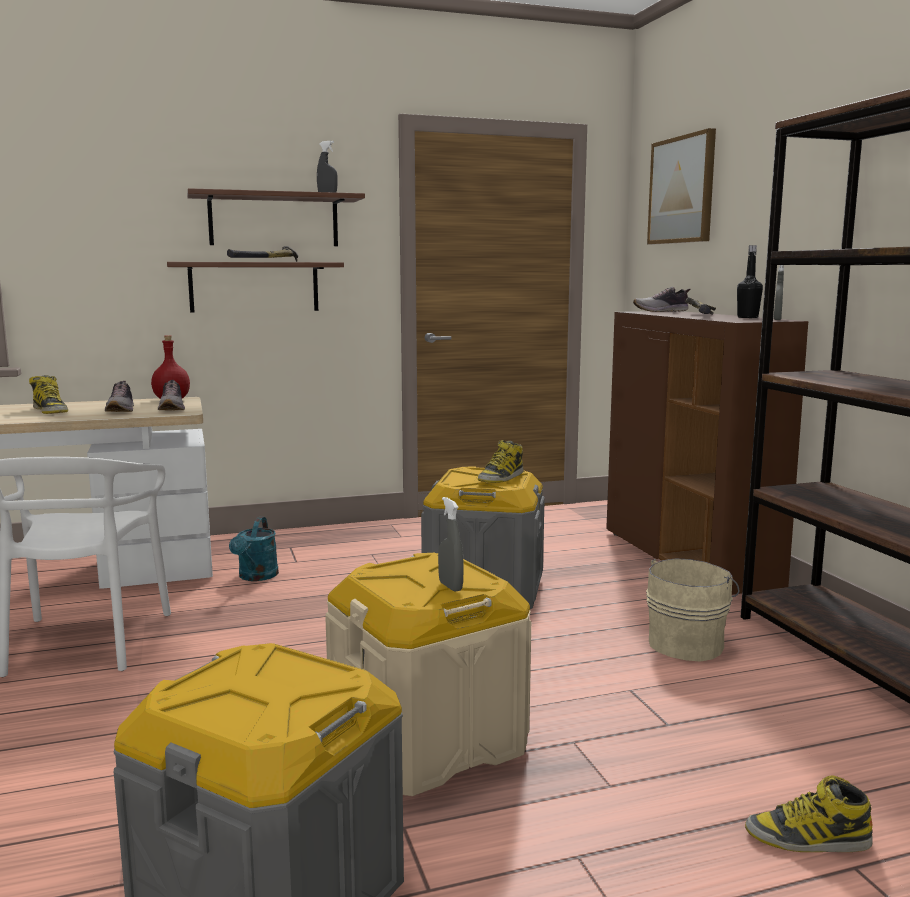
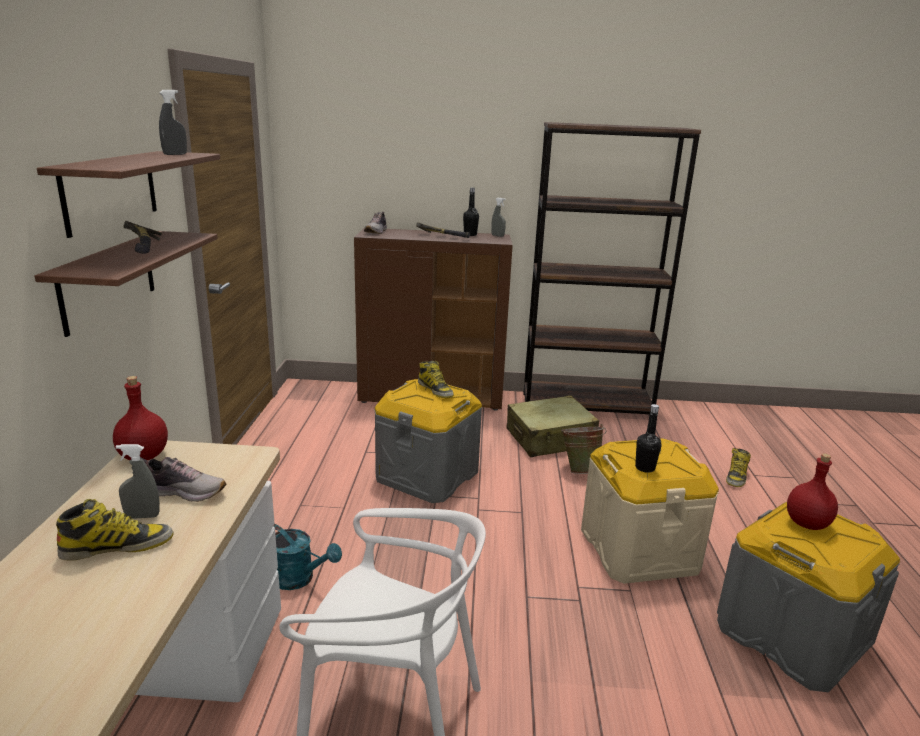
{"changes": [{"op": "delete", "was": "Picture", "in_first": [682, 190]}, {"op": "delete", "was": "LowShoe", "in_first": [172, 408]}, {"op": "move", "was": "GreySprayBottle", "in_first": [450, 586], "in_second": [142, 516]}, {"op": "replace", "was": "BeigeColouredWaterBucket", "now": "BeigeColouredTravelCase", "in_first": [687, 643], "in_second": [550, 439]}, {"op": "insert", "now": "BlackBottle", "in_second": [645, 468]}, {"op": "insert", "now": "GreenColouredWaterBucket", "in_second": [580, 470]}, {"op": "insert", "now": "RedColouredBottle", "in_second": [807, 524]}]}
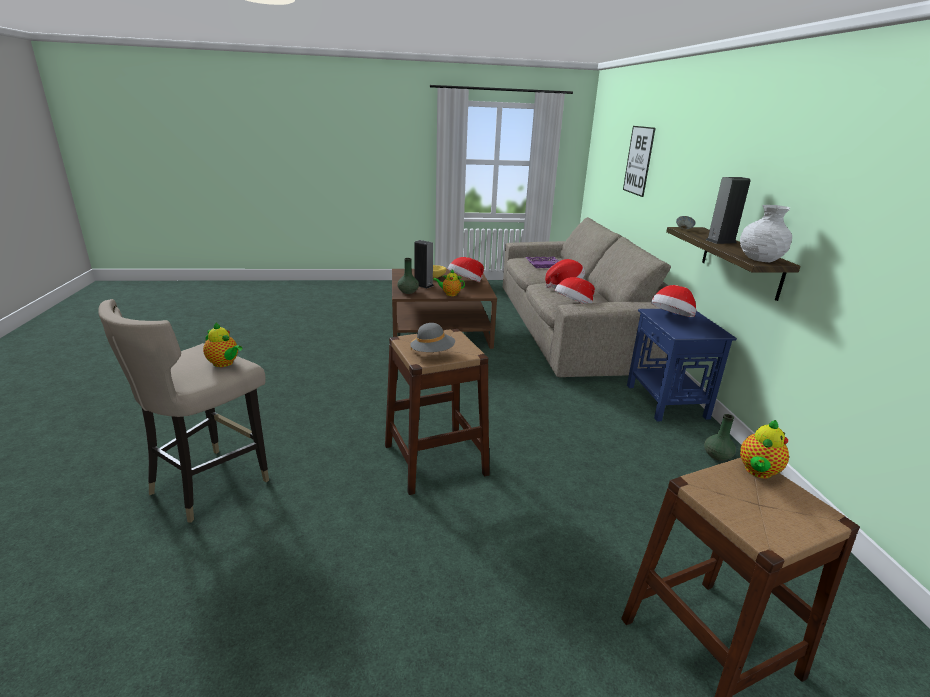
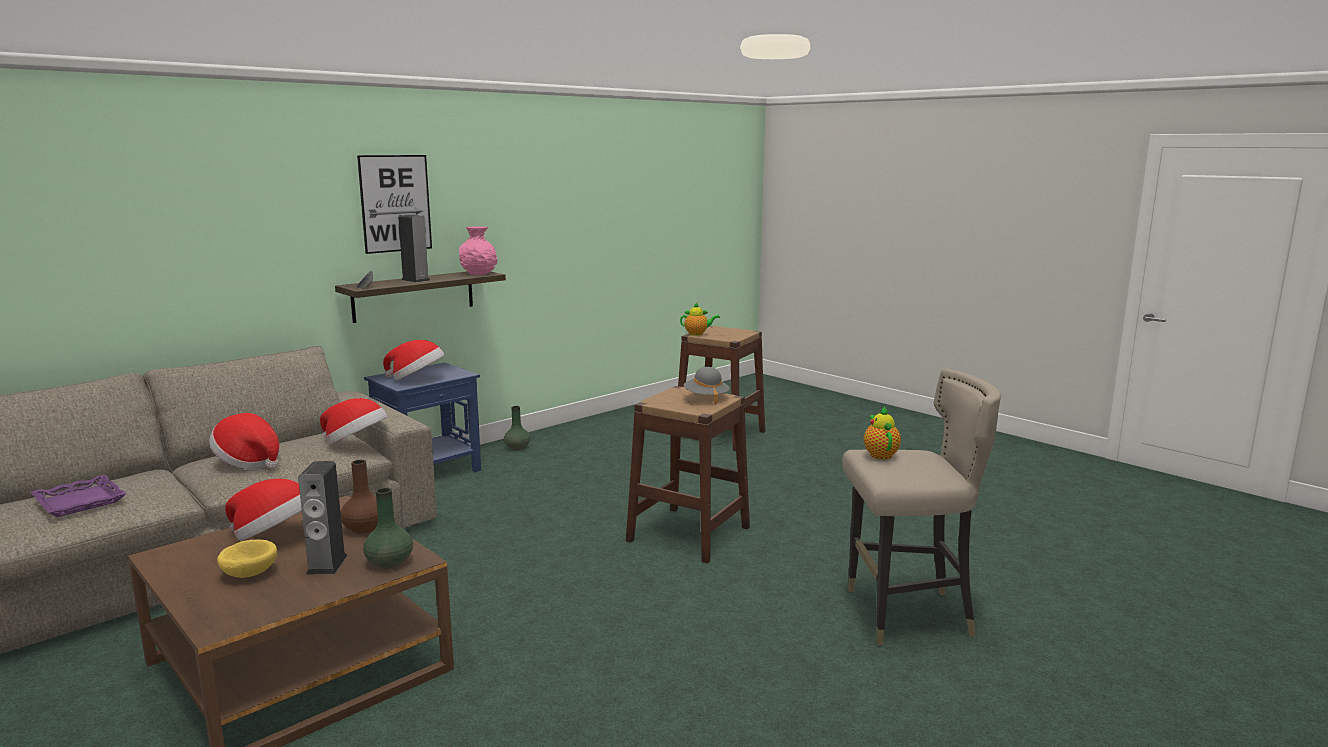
{"changes": [{"op": "move", "was": "Picture", "in_first": [638, 160], "in_second": [395, 203]}, {"op": "recolor", "was": "WhiteFlowerVase", "now": "PinkColouredFlowerVase", "in_first": [759, 259], "in_second": [479, 273]}, {"op": "replace", "was": "Teapot", "now": "BrownishFlowerVase", "in_first": [450, 294], "in_second": [364, 528]}]}
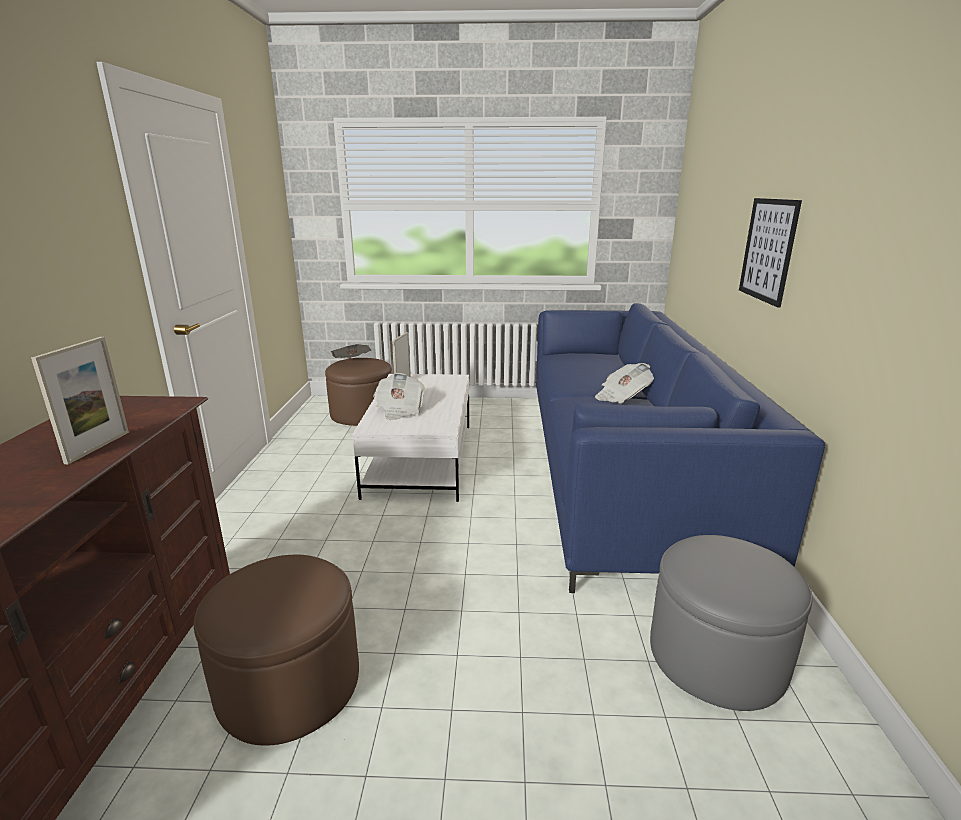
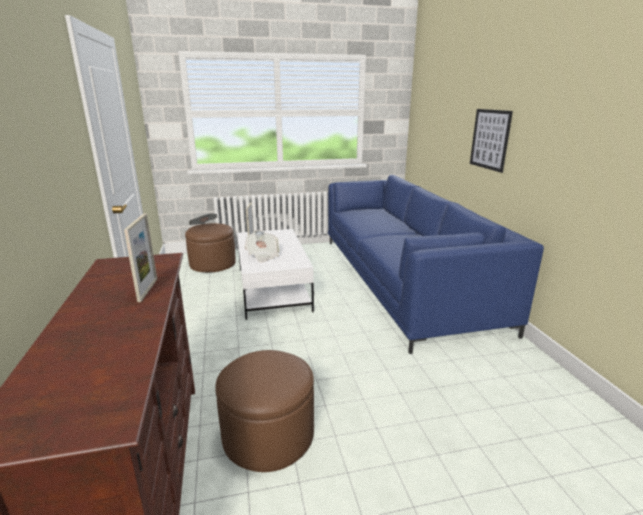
{"changes": [{"op": "delete", "was": "DailyPaper", "in_first": [622, 397]}, {"op": "delete", "was": "GreyPouffe", "in_first": [717, 656]}]}
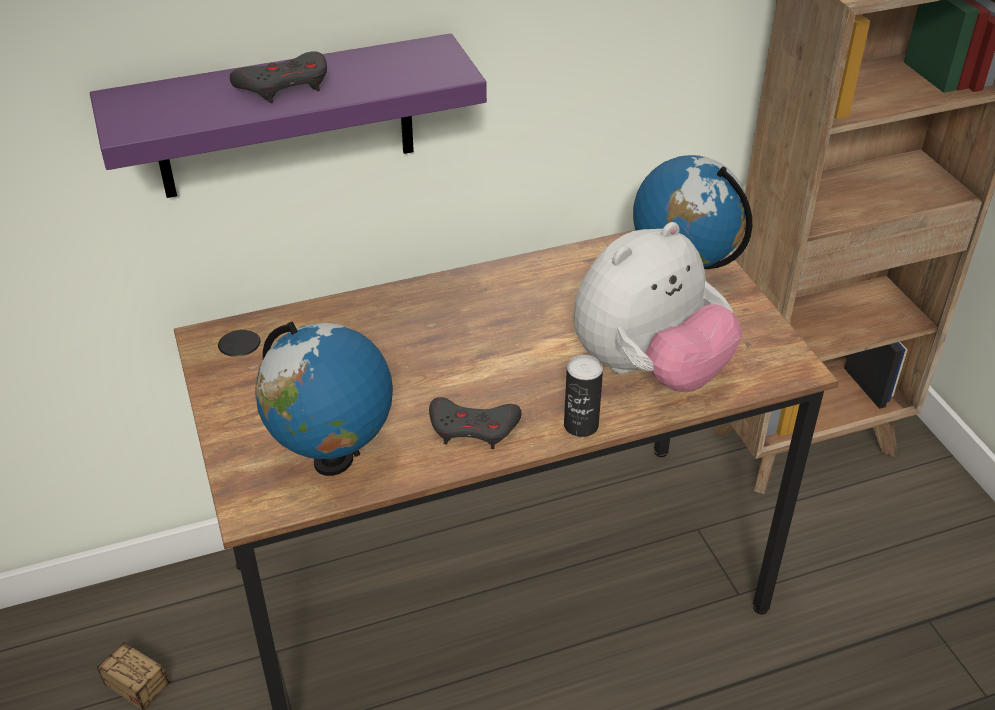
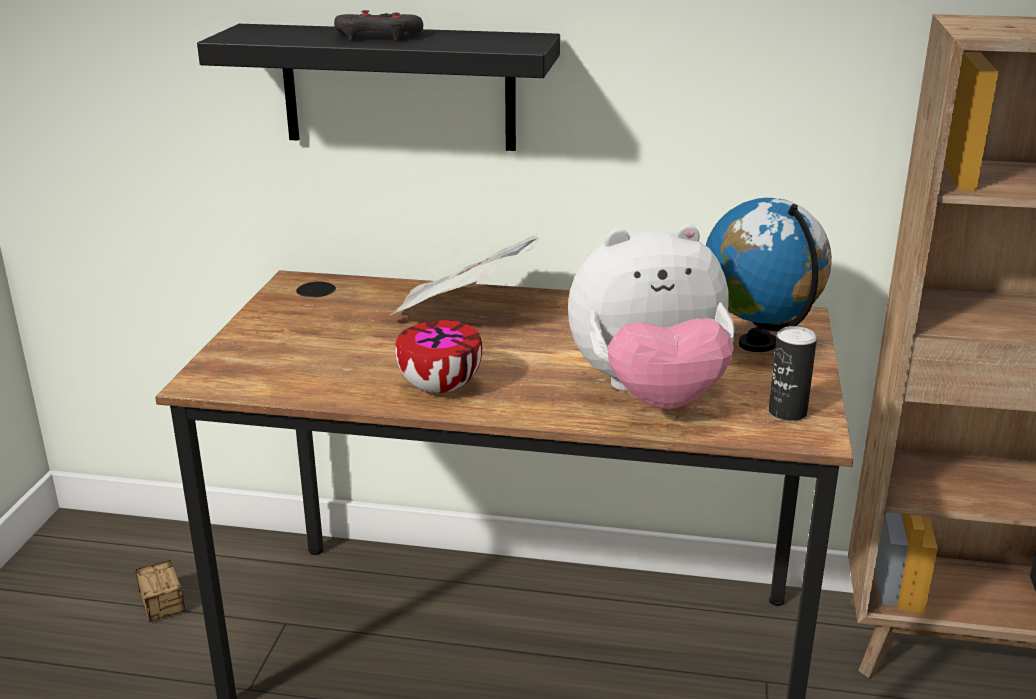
{"changes": [{"op": "recolor", "was": "PurpleWallShelf", "now": "BlackWallShelf", "in_first": [285, 118], "in_second": [398, 87]}, {"op": "delete", "was": "Globe", "in_first": [333, 461]}, {"op": "move", "was": "Can", "in_first": [581, 425], "in_second": [787, 412]}, {"op": "replace", "was": "GreyGameController", "now": "ServingBowl", "in_first": [473, 427], "in_second": [437, 387]}, {"op": "insert", "now": "DailyPaper", "in_second": [463, 313]}]}
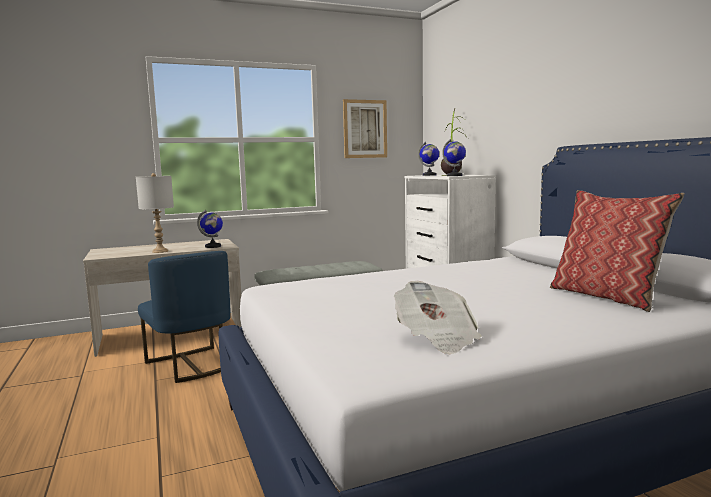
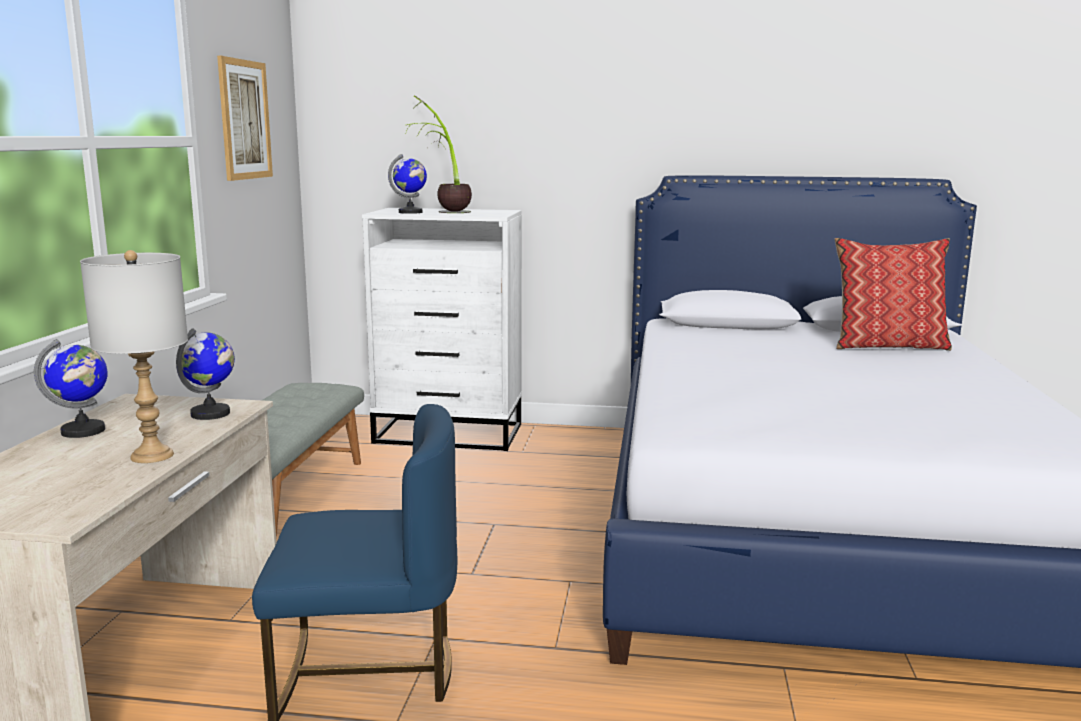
{"changes": [{"op": "move", "was": "Globe", "in_first": [454, 176], "in_second": [83, 431]}, {"op": "delete", "was": "DailyPaper", "in_first": [436, 338]}]}
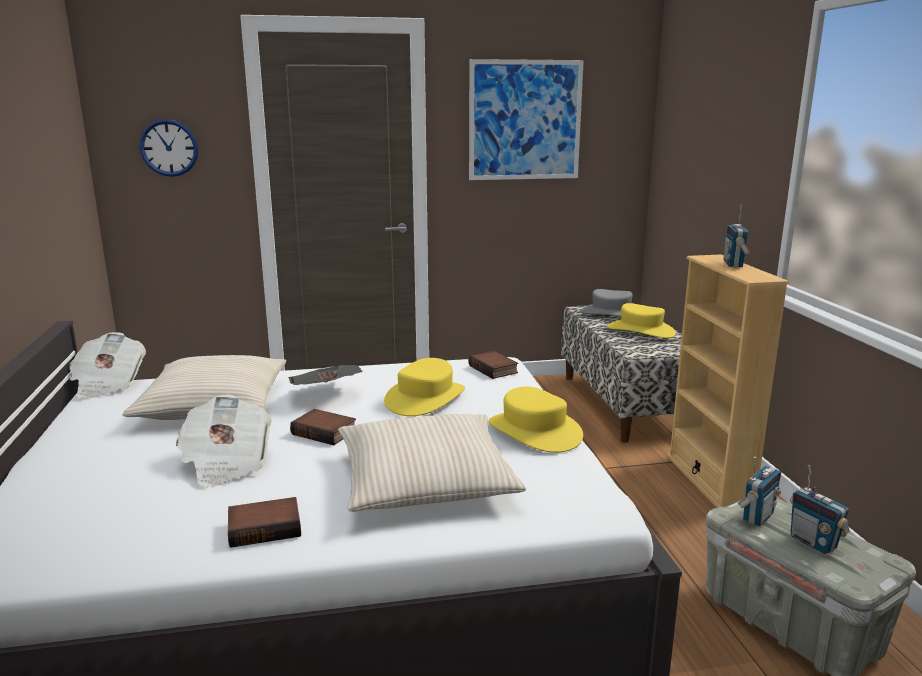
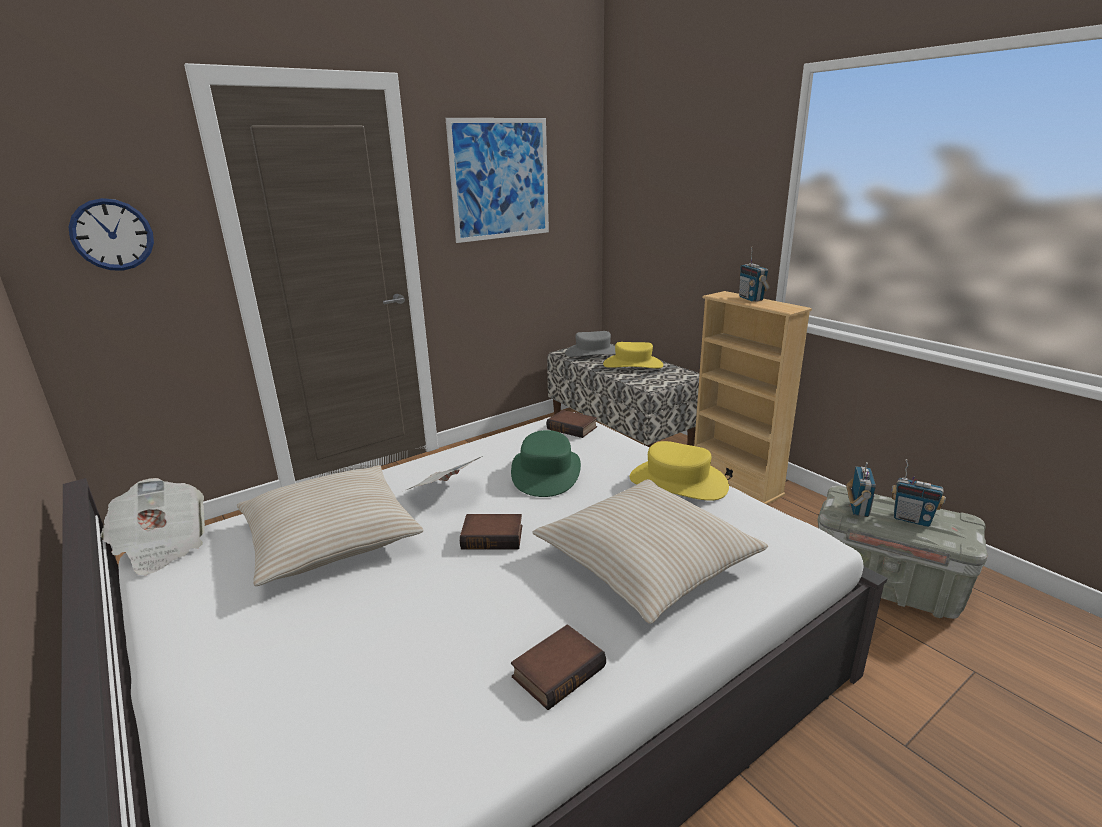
{"changes": [{"op": "recolor", "was": "YellowHat", "now": "GreenColouredHat", "in_first": [425, 398], "in_second": [546, 472]}, {"op": "delete", "was": "DailyPaper", "in_first": [226, 463]}]}
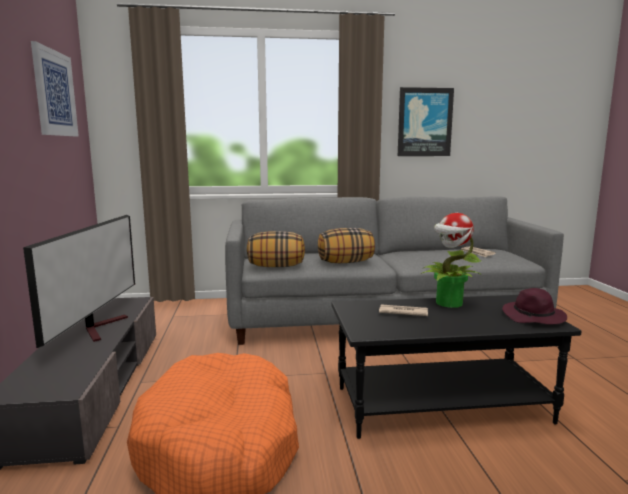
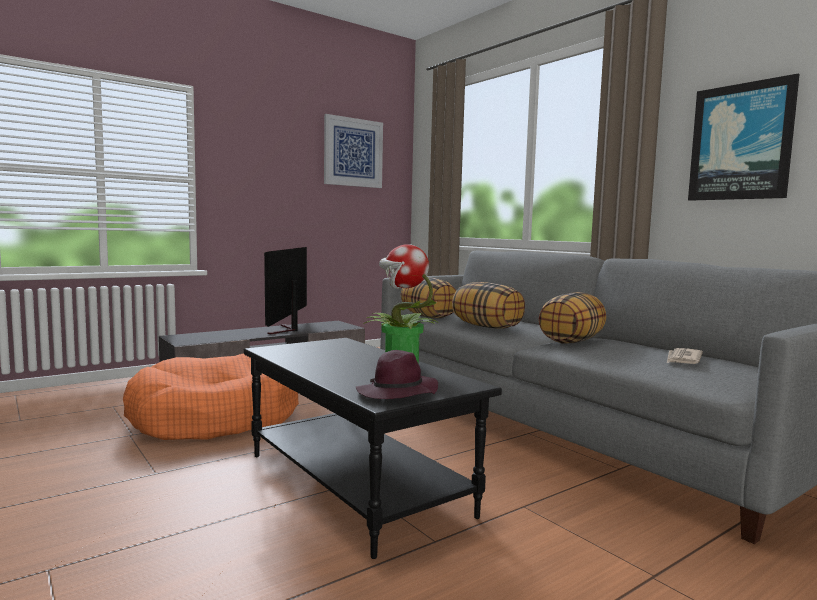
{"changes": [{"op": "rotate", "was": "TvSet", "in_first": [100, 327], "in_second": [286, 330], "clockwise": 120}, {"op": "delete", "was": "DailyPaper", "in_first": [402, 312]}, {"op": "insert", "now": "Pillow", "in_second": [572, 342]}]}
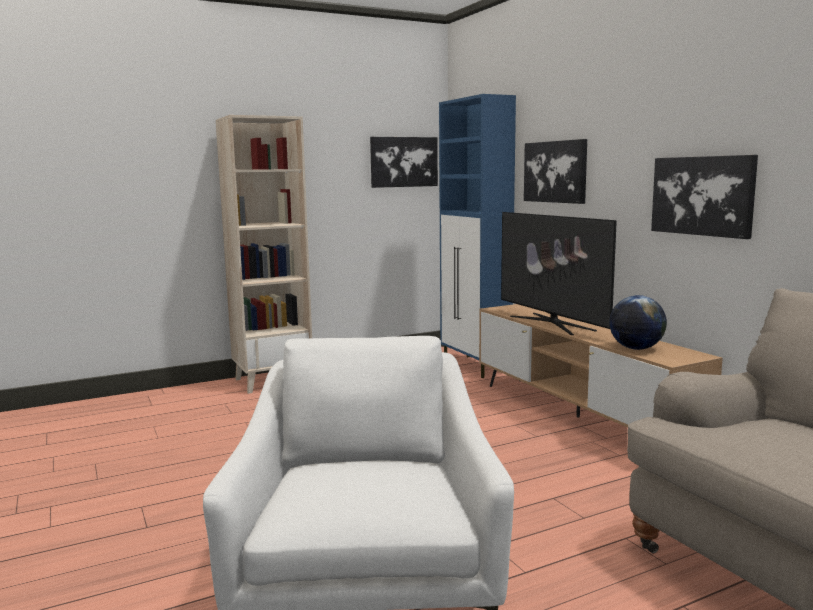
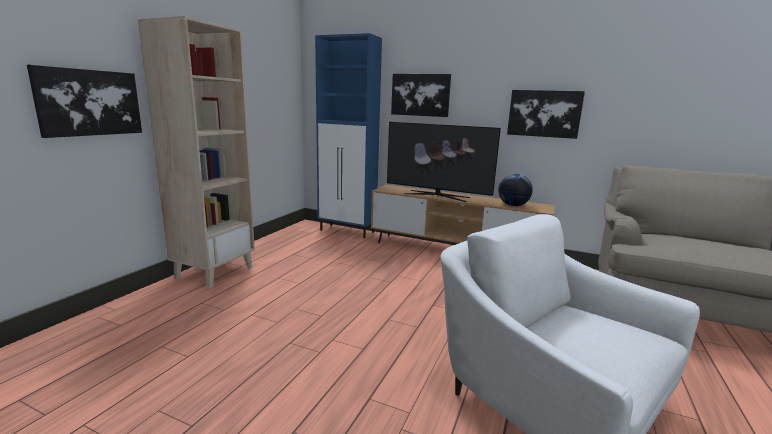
{"changes": [{"op": "move", "was": "Picture", "in_first": [403, 162], "in_second": [89, 102]}]}
